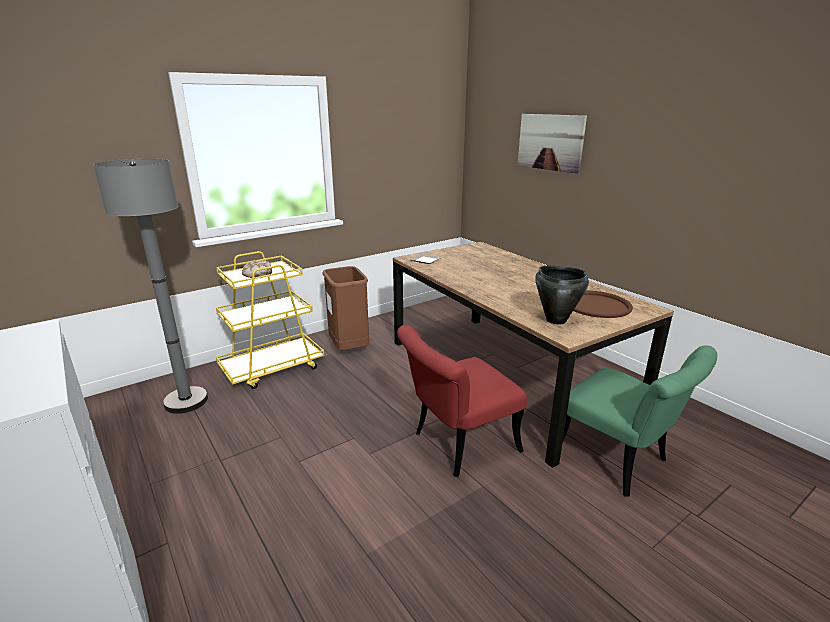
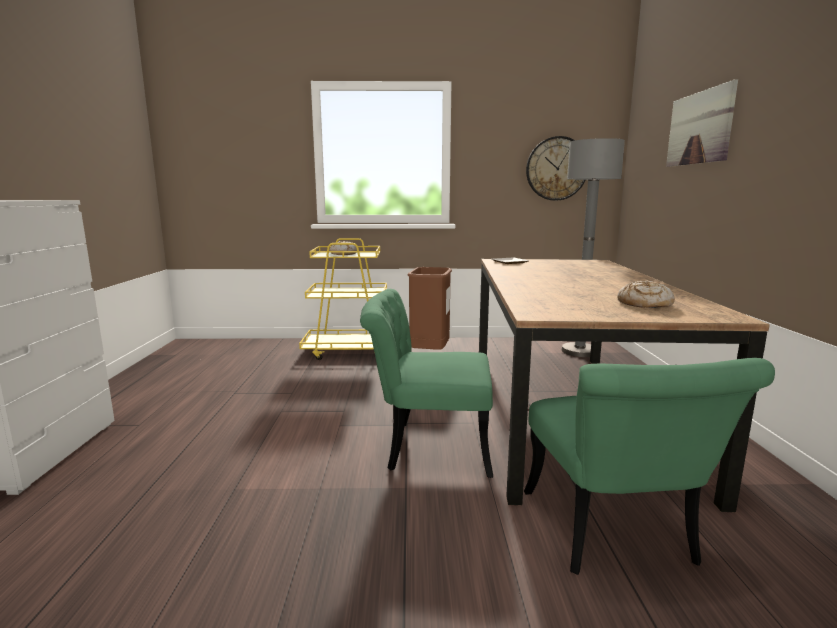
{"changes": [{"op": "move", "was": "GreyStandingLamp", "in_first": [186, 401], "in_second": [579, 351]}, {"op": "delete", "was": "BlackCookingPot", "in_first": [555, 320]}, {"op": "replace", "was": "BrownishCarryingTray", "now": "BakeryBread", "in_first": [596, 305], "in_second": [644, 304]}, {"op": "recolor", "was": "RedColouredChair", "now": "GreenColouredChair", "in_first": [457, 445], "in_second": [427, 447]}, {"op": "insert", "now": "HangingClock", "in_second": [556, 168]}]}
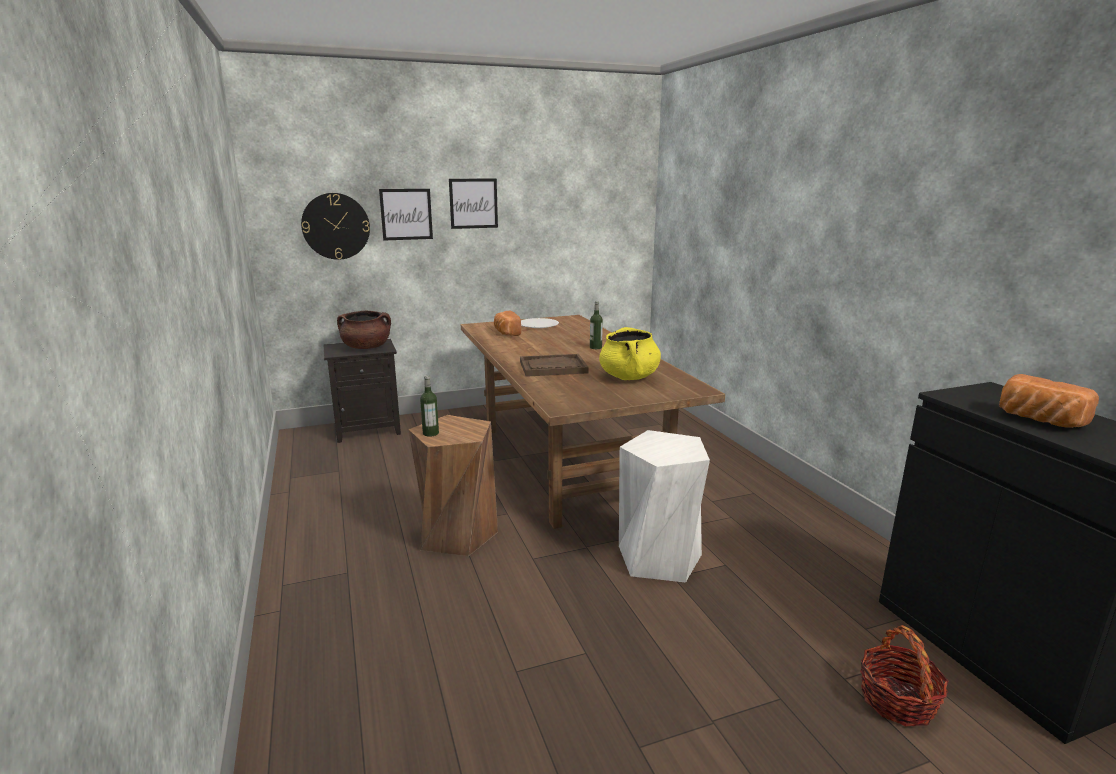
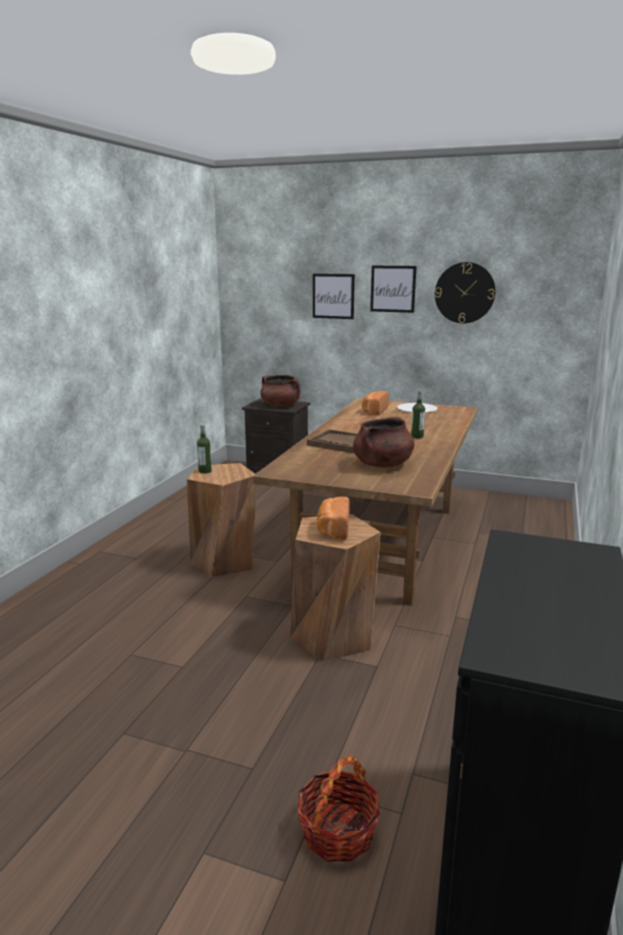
{"changes": [{"op": "move", "was": "HangingClock", "in_first": [336, 226], "in_second": [464, 293]}, {"op": "recolor", "was": "YellowCookingPot", "now": "BrownishCookingPot", "in_first": [629, 377], "in_second": [382, 465]}, {"op": "move", "was": "BakeryBread", "in_first": [1038, 420], "in_second": [332, 530]}, {"op": "recolor", "was": "WhiteSittingStool", "now": "BrownishSittingStool", "in_first": [659, 558], "in_second": [332, 636]}]}
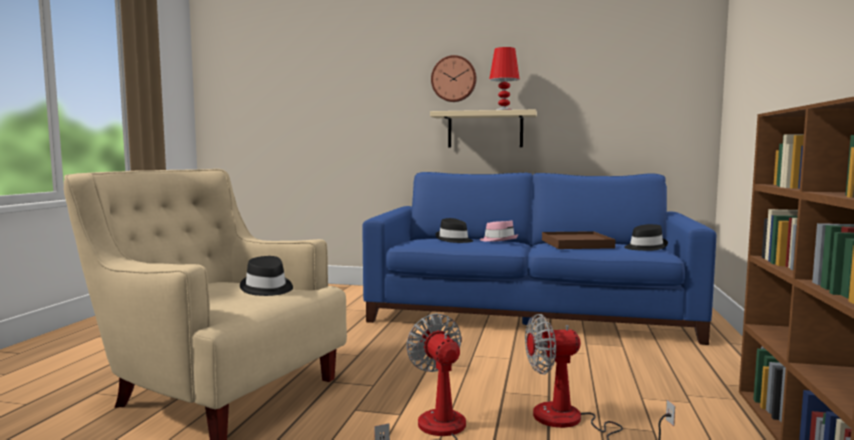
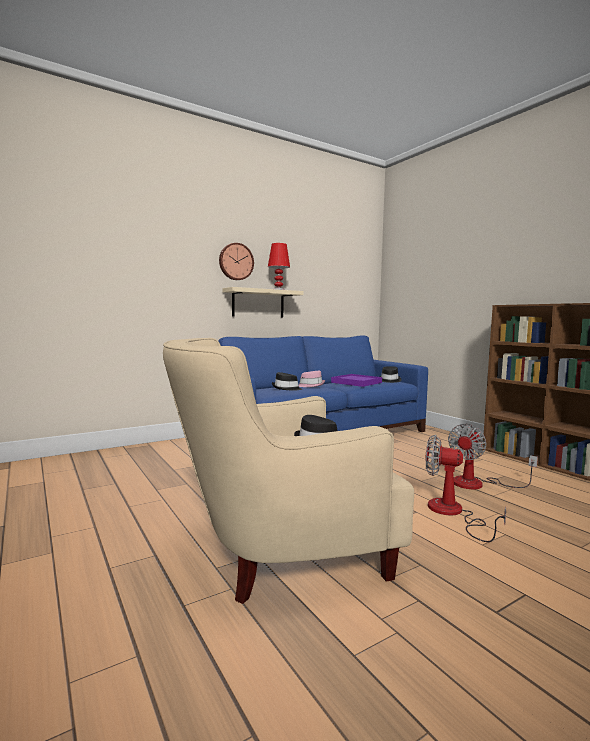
{"changes": [{"op": "recolor", "was": "BrownishCarryingTray", "now": "PurpleCarryingTray", "in_first": [576, 244], "in_second": [356, 382]}]}
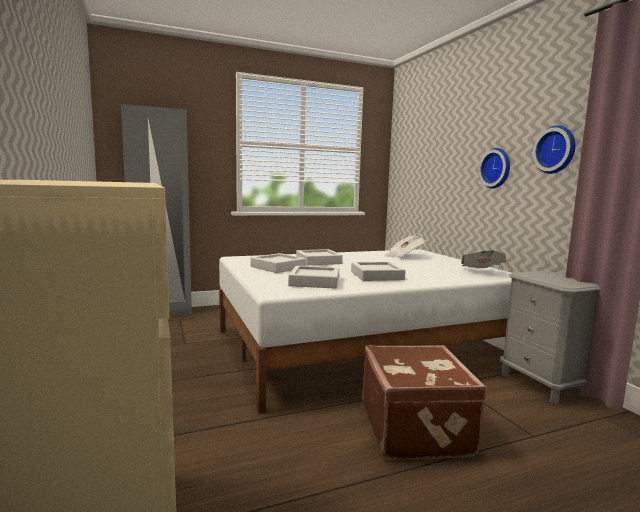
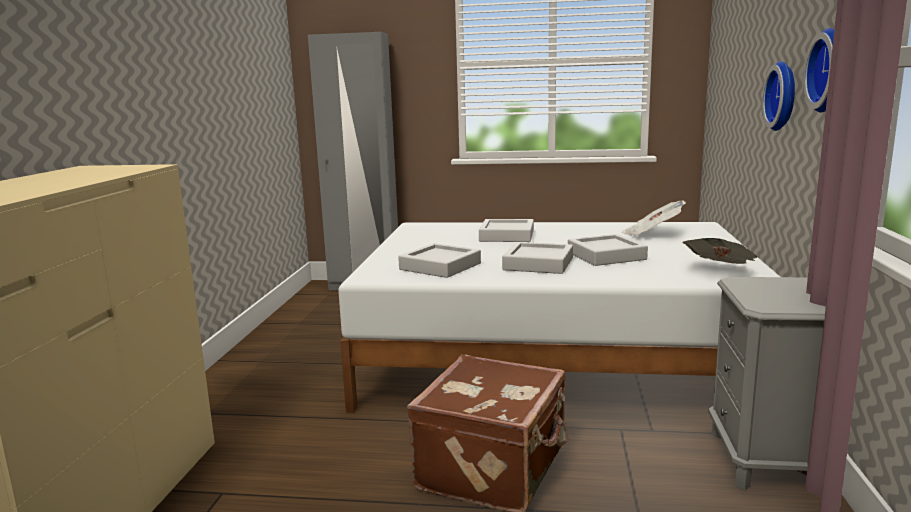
{"changes": [{"op": "move", "was": "GreyCarryingTray", "in_first": [278, 267], "in_second": [606, 256]}]}
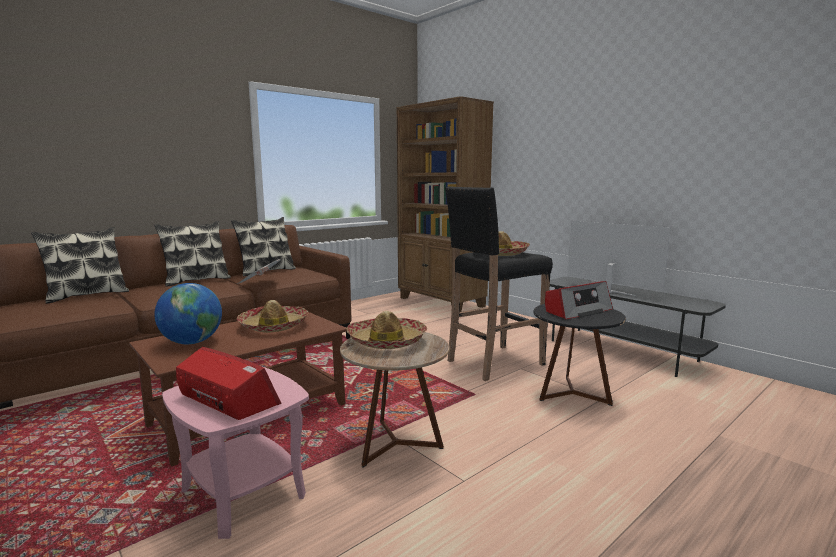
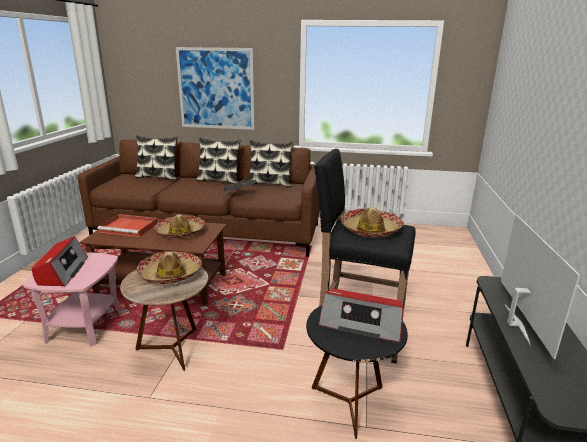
{"changes": [{"op": "delete", "was": "BrownishBookshelf", "in_first": [441, 302]}, {"op": "replace", "was": "Globe", "now": "RedColouredCarryingTray", "in_first": [192, 342], "in_second": [130, 227]}, {"op": "insert", "now": "Picture", "in_second": [216, 89]}]}
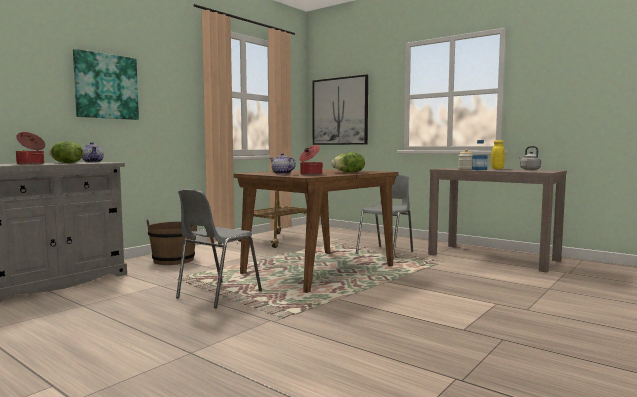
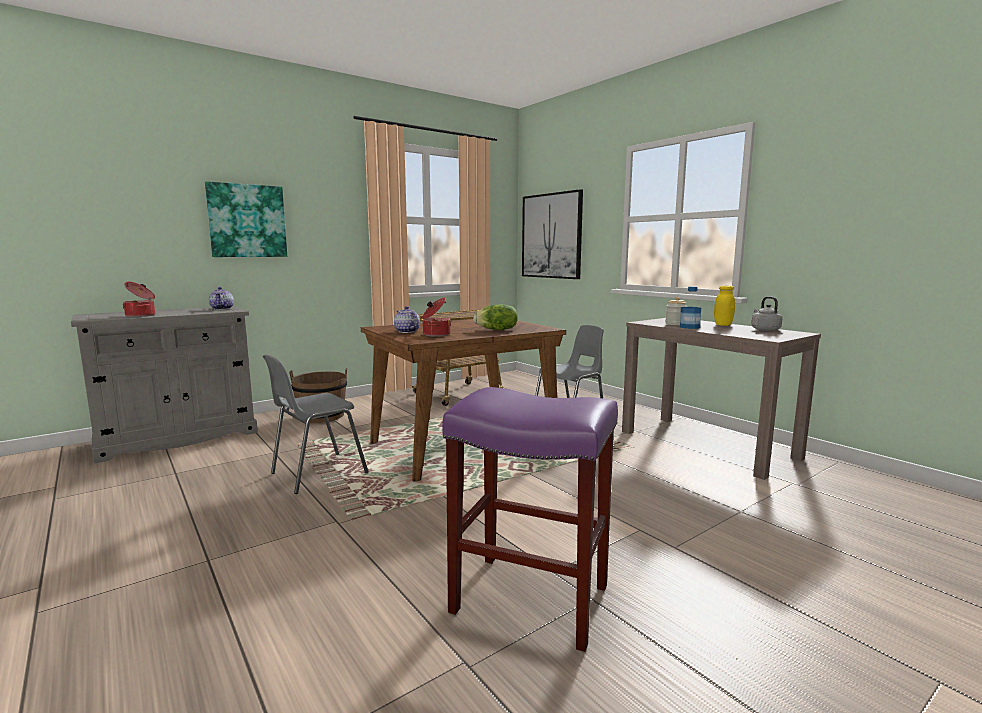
{"changes": [{"op": "delete", "was": "HeadOfLettuce", "in_first": [66, 163]}, {"op": "insert", "now": "PurpleSittingStool", "in_second": [533, 598]}]}
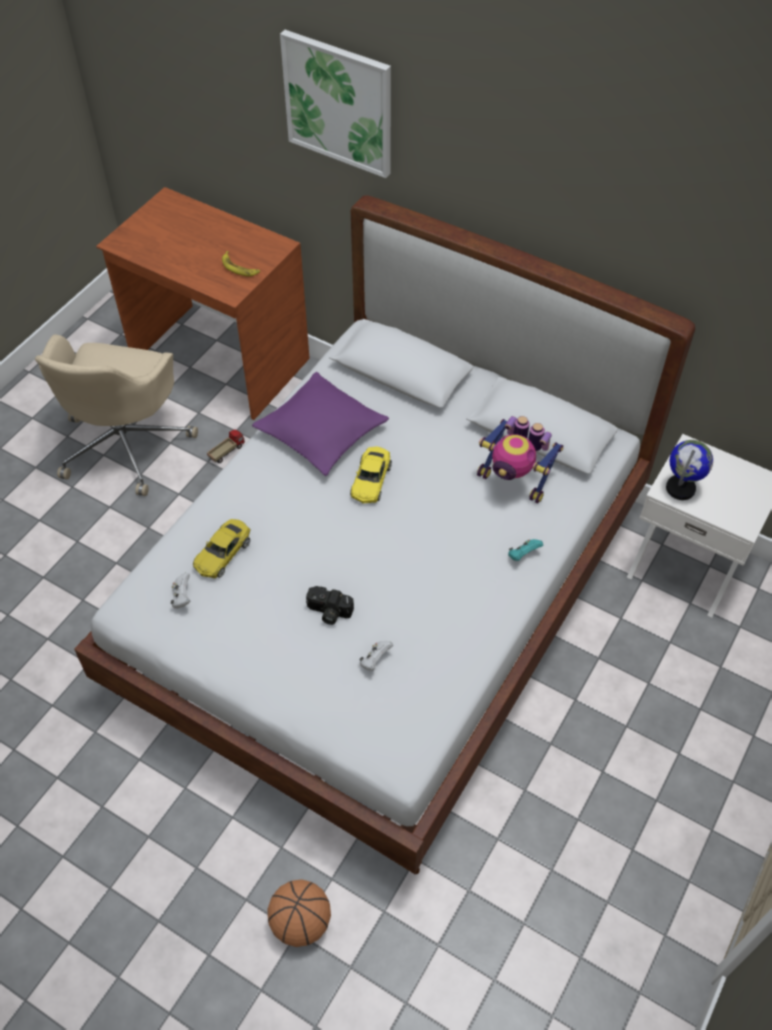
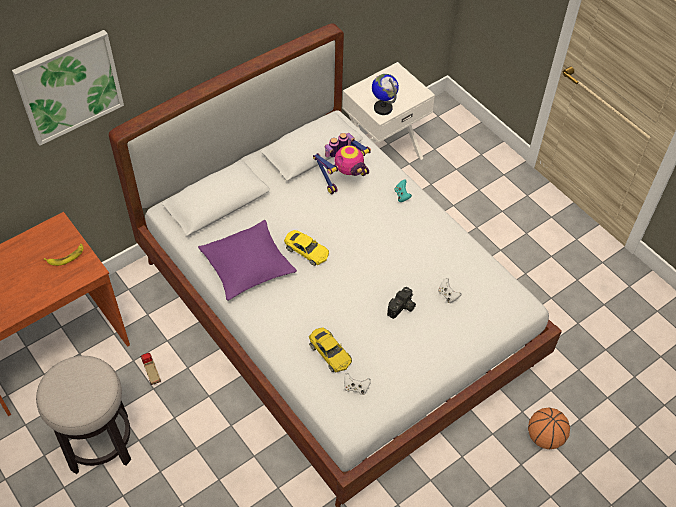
{"changes": [{"op": "replace", "was": "BeigeColouredOfficeChair", "now": "SittingStool", "in_first": [126, 443], "in_second": [100, 443]}]}
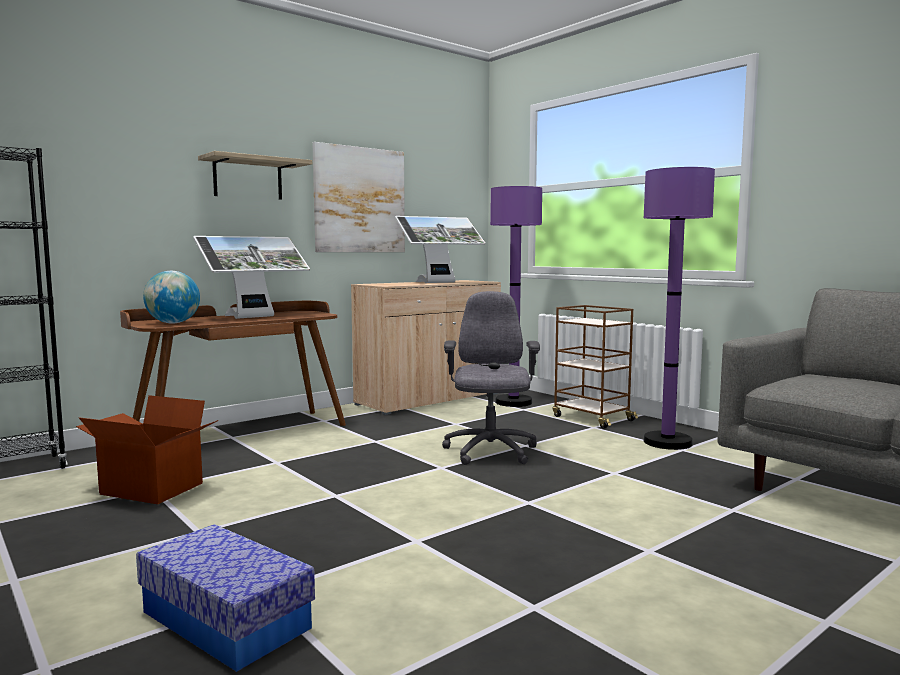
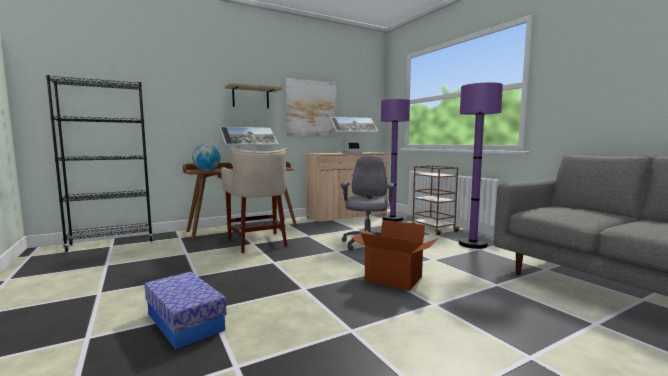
{"changes": [{"op": "move", "was": "CardboardBox", "in_first": [150, 489], "in_second": [393, 279]}, {"op": "insert", "now": "BeigeColouredSittingStool", "in_second": [258, 242]}]}
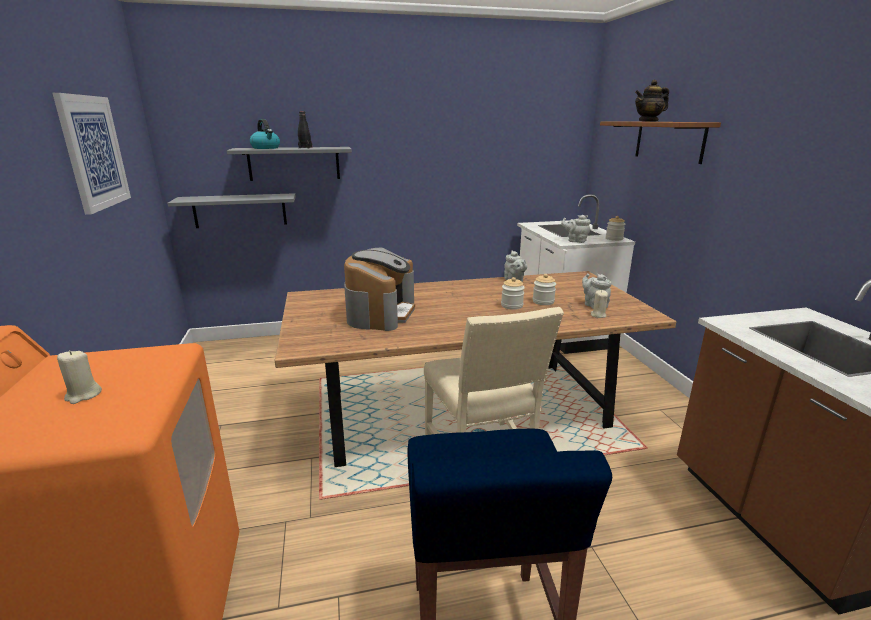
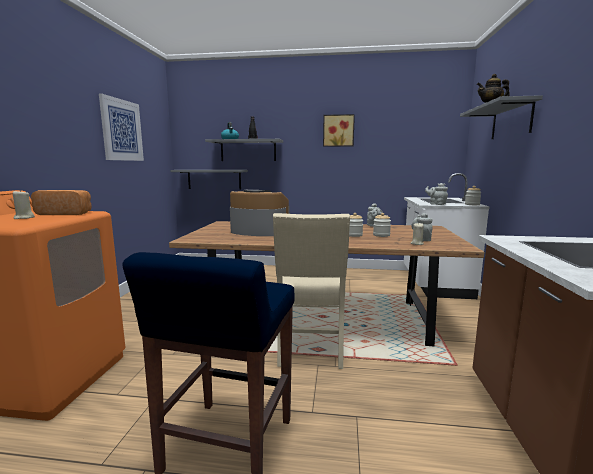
{"changes": [{"op": "recolor", "was": "BrownishWallShelf", "now": "GreyWallShelf", "in_first": [669, 141], "in_second": [511, 121]}, {"op": "rotate", "was": "CoffeeMaker", "in_first": [381, 313], "in_second": [258, 231], "clockwise": -105}, {"op": "insert", "now": "Picture", "in_second": [338, 130]}, {"op": "insert", "now": "BakeryBread", "in_second": [66, 214]}]}
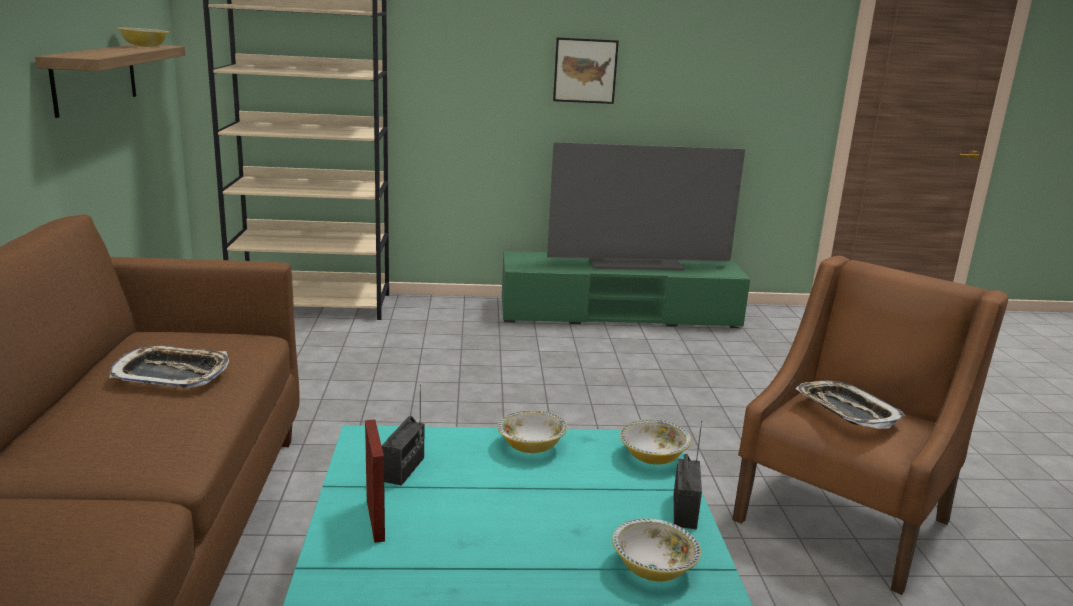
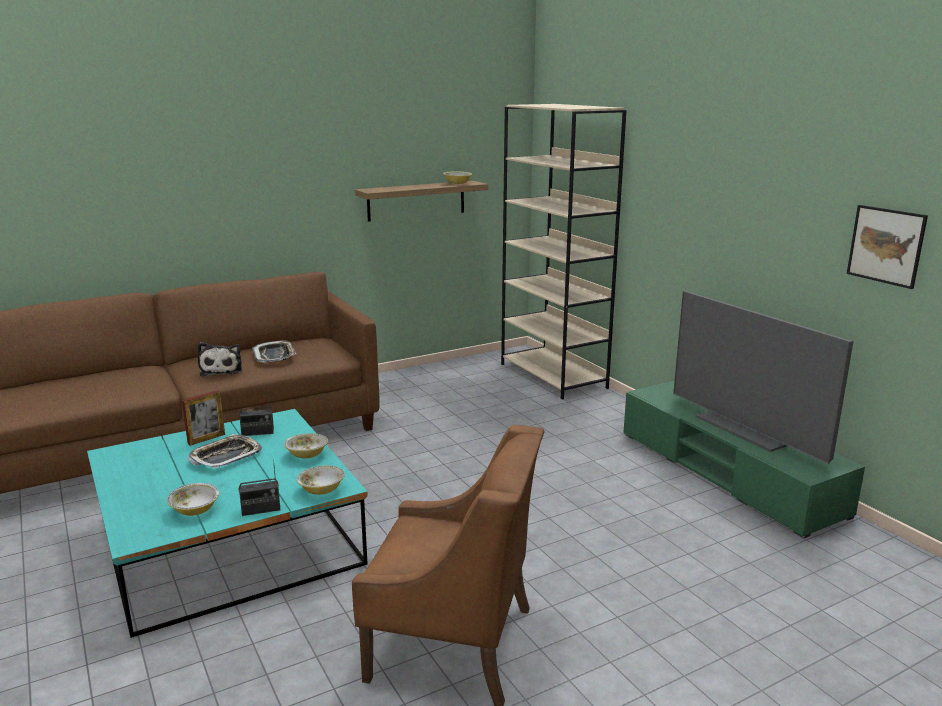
{"changes": [{"op": "move", "was": "Picture", "in_first": [585, 70], "in_second": [886, 245]}, {"op": "move", "was": "CarryingTray", "in_first": [846, 411], "in_second": [226, 456]}, {"op": "insert", "now": "SoftToy", "in_second": [222, 370]}]}
